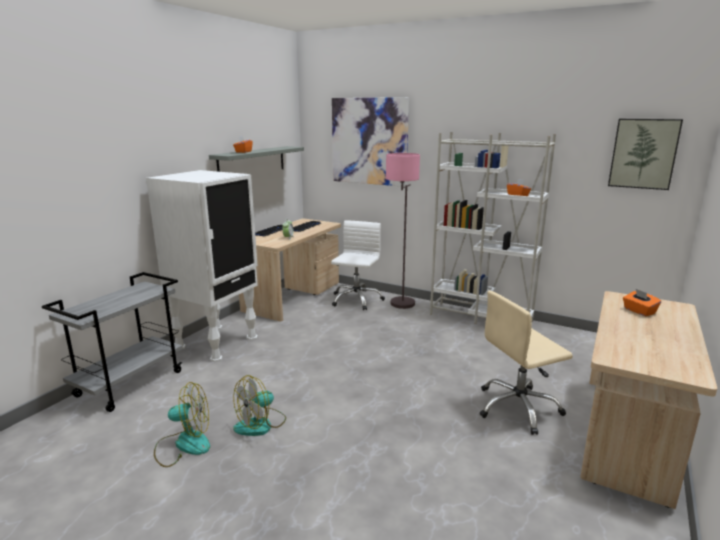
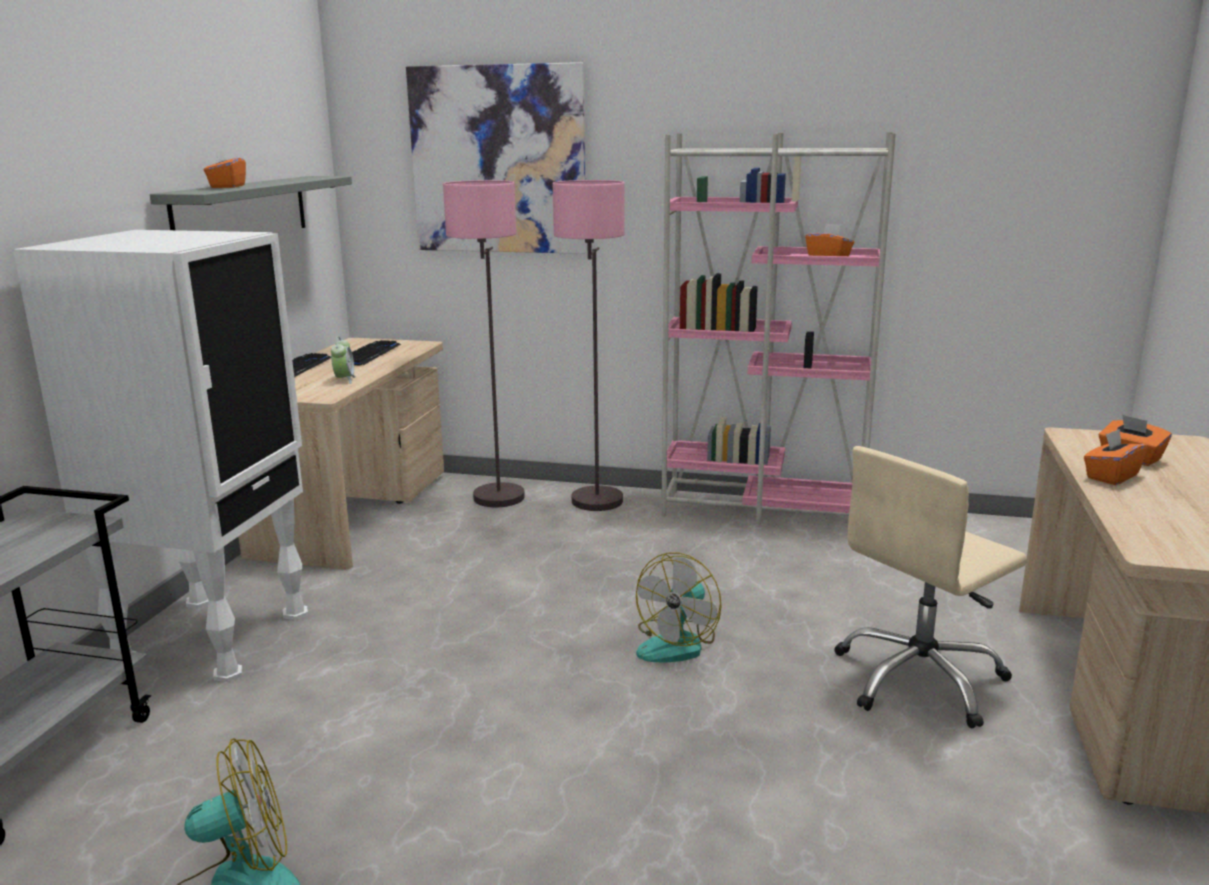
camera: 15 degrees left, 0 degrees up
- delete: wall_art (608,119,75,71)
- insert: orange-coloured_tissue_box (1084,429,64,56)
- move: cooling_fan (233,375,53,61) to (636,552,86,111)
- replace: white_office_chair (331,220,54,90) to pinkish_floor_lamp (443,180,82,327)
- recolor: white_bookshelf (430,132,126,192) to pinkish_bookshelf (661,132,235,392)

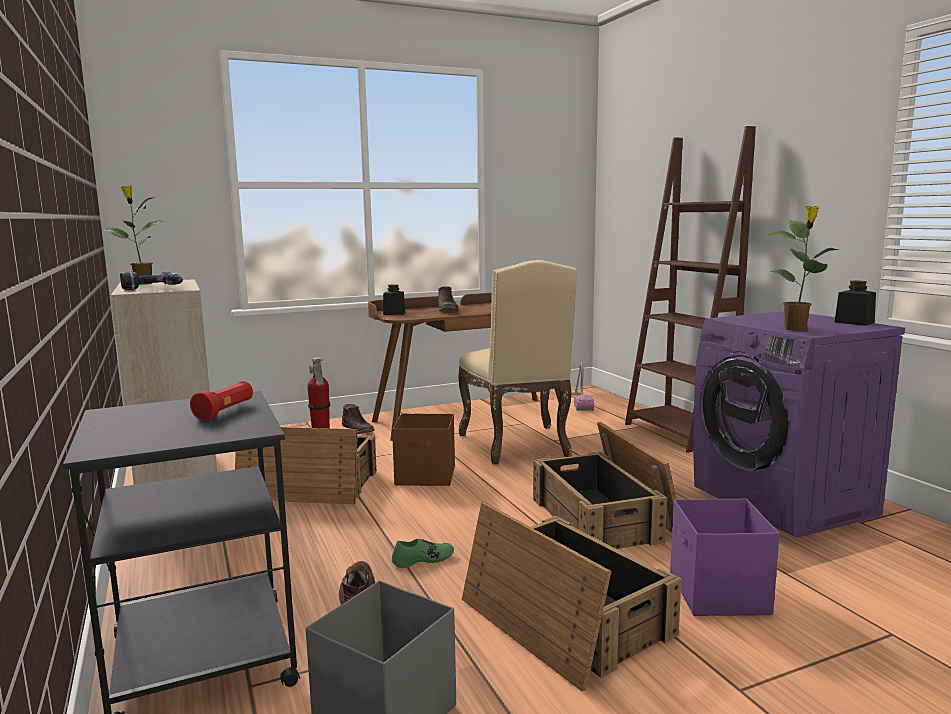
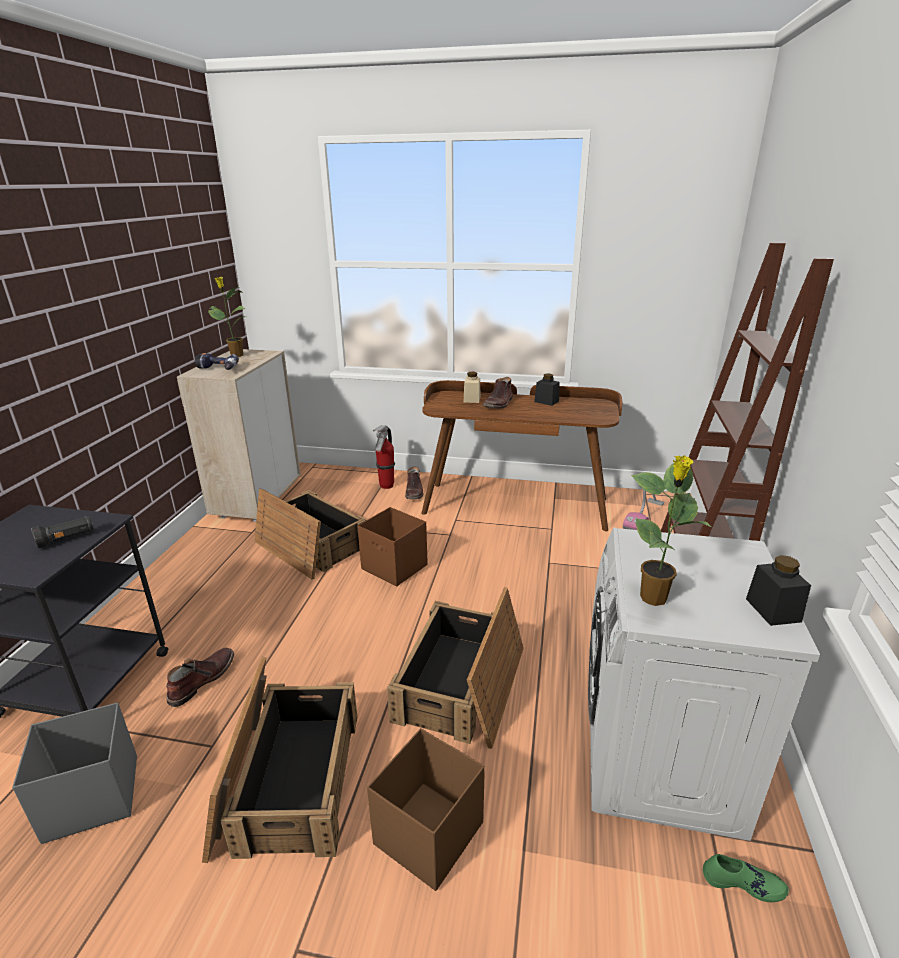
camera: 35 degrees right, 15 degrees up
- delete: sand-coloured_plain_chair (458,260,119,204)
- insert: sand-coloured_preserve_jar (464,372,17,31)
- move: black_preserve_jar (383,284,22,31) to (534,374,26,32)
- move: greenish_low_shoe (392,539,62,29) to (703,854,86,48)
- recolor: red-coloured_torch (190,381,63,40) to black_torch (31,516,63,32)
- recolor: purple_storage_box (670,498,110,118) to brownish_storage_box (367,728,118,163)
- recolor: purple_laundry_appliance (693,311,212,227) to white_laundry_appliance (588,528,232,313)

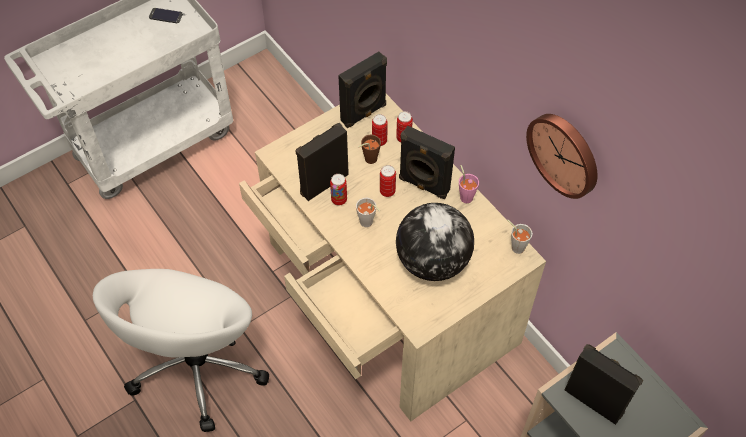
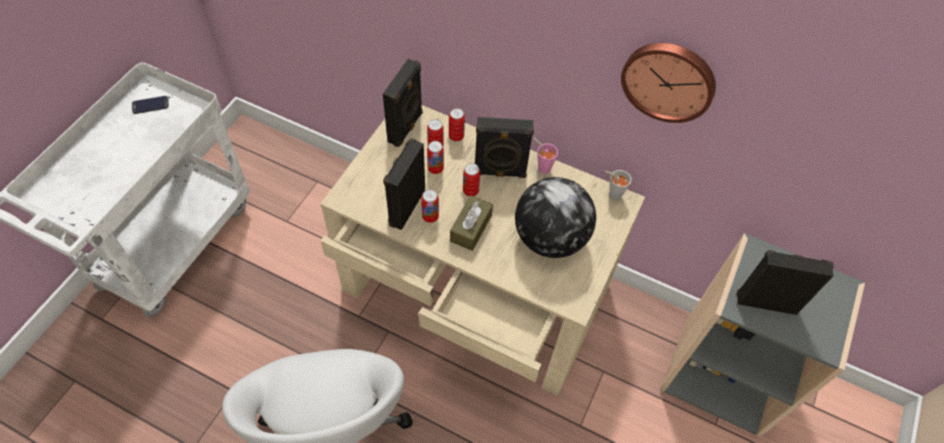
camera: 30 degrees left, 0 degrees up
- replace: greyish_drinking_cup (356,198,24,29) to brownish_tissue_box (450,195,43,56)
- replace: brownish_drinking_cup (358,134,23,30) to can (427,141,17,33)

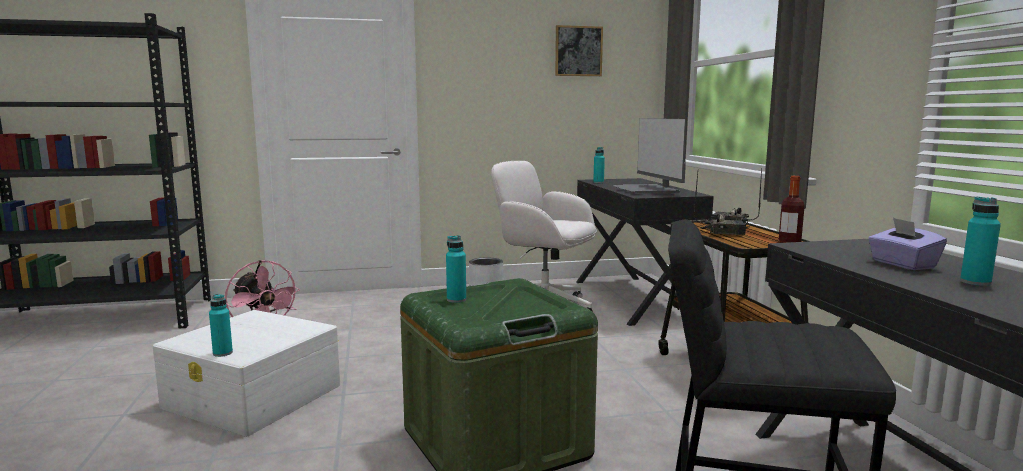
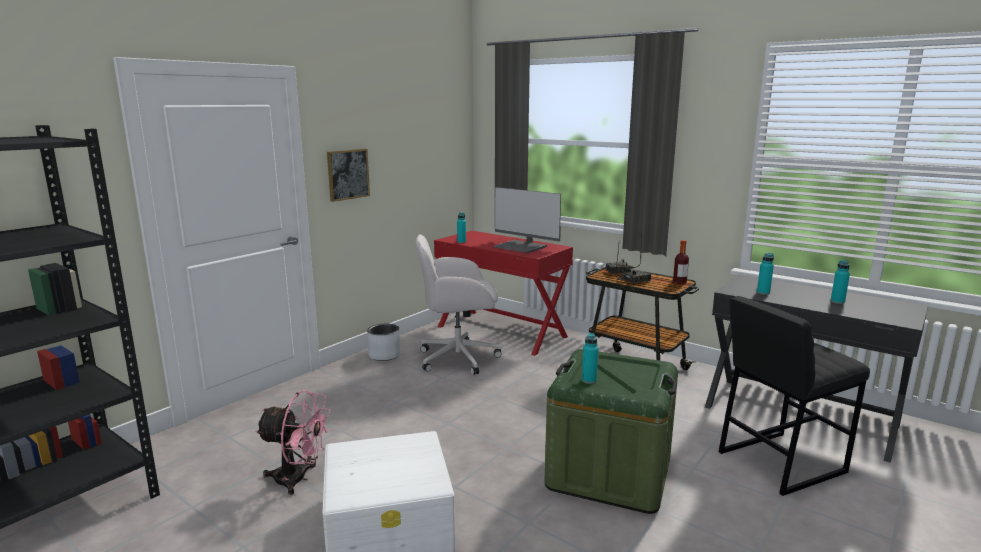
camera: 40 degrees left, 5 degrees up
- delete: purple_tissue_box (868,218,79,52)
- move: turquoise-coloured_beverage_bottle (209,294,24,63) to (757,253,17,42)
- move: wall_art (555,25,48,51) to (327,149,43,53)
- recolor: black_desk_unit (576,178,138,148) to red-coloured_desk_unit (434,231,139,125)

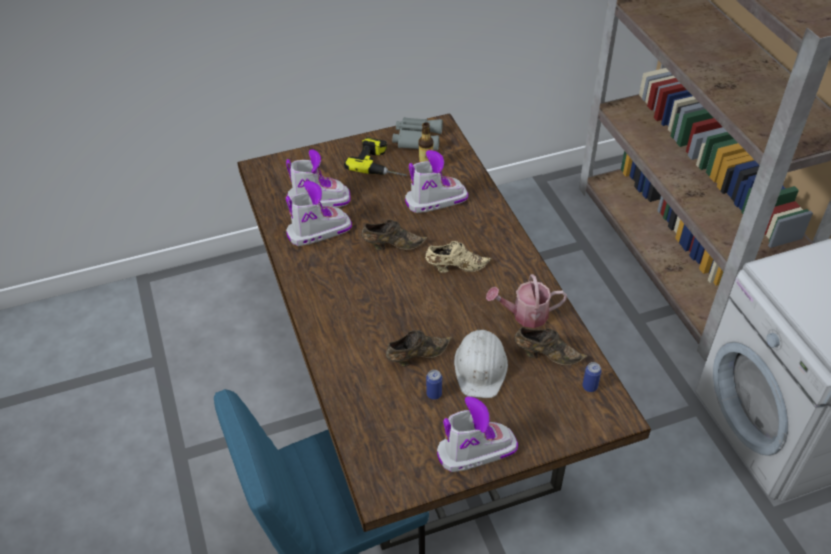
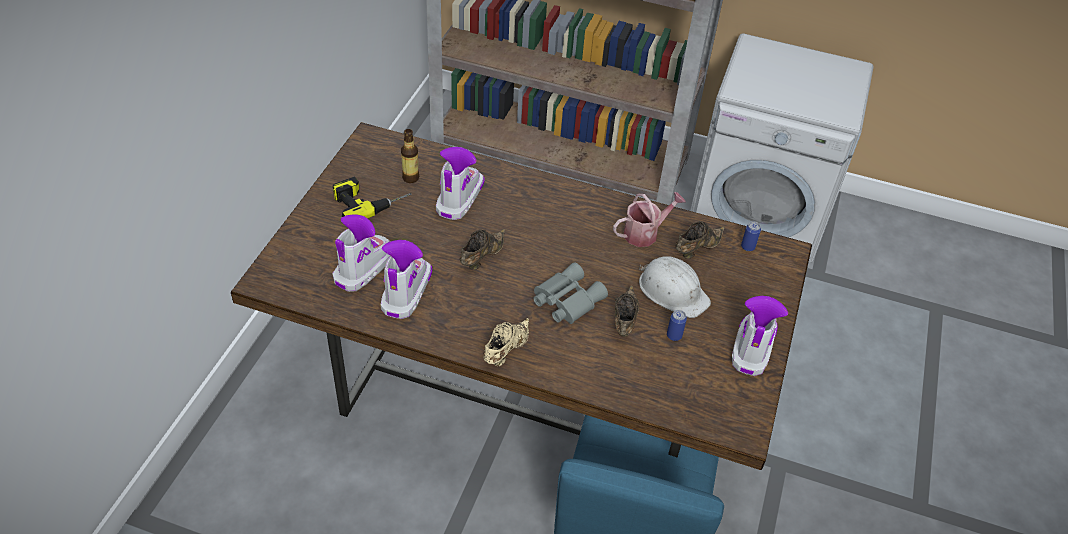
camera: 55 degrees left, 0 degrees up
- move: greyish_field_glasses (392,117,51,33) to (533,263,75,61)
- move: sand-coloured_low_shoe (425,241,67,32) to (483,318,46,48)
- rotate: sprinkling_can (486,274,81,54) = (613,192,73,55) 150 degrees counterclockwise

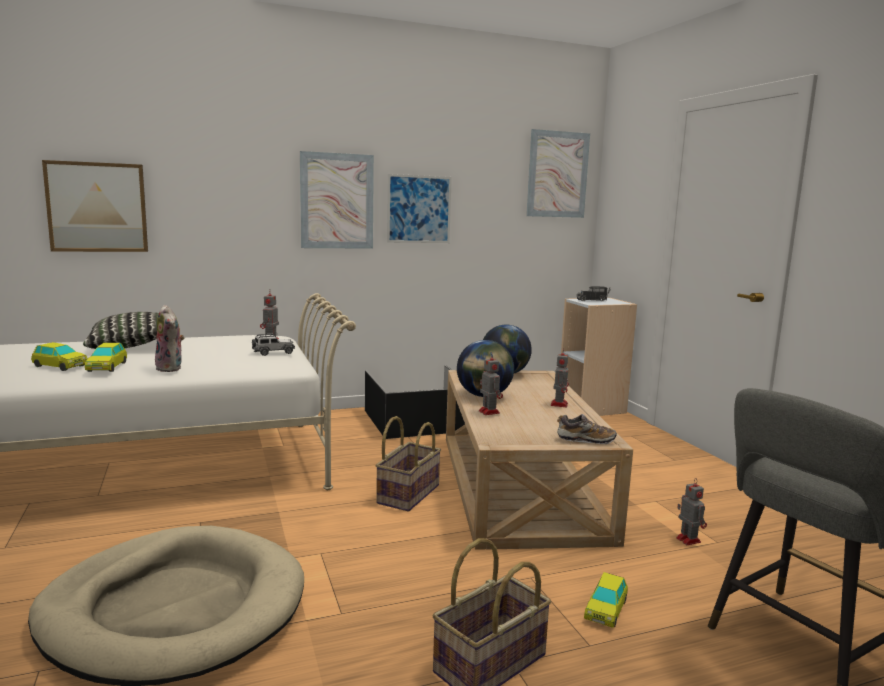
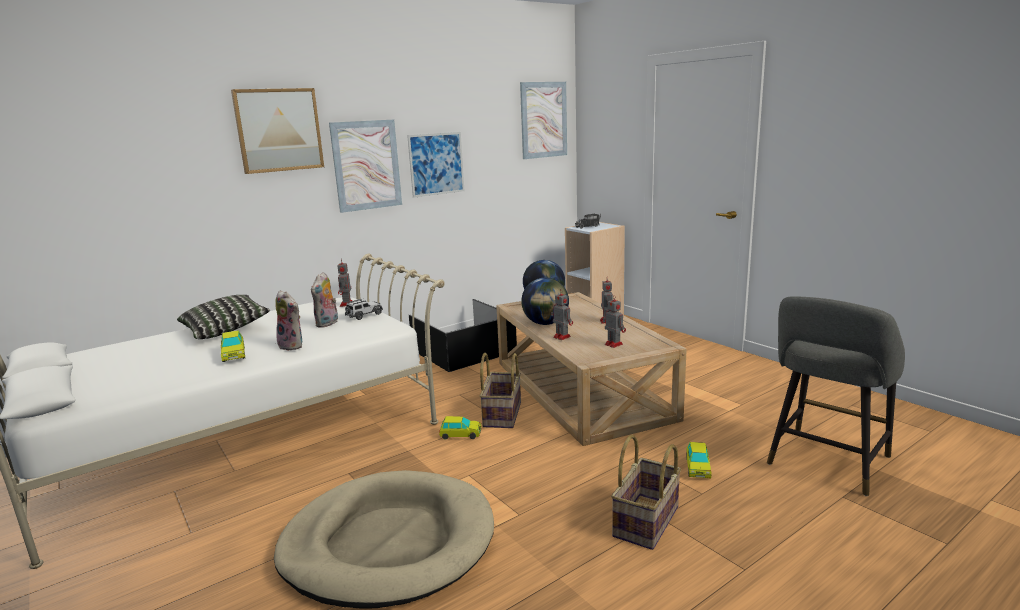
camera: 15 degrees left, 5 degrees up
- delete: low_shoe (557,414,60,30)
- insert: cuddly_toy (311,272,27,56)
- move: toy_car (31,342,57,29) to (439,416,42,23)
- move: wall_art (42,160,106,92) to (231,88,93,86)
- move: robot_figure (676,478,31,67) to (603,295,23,53)

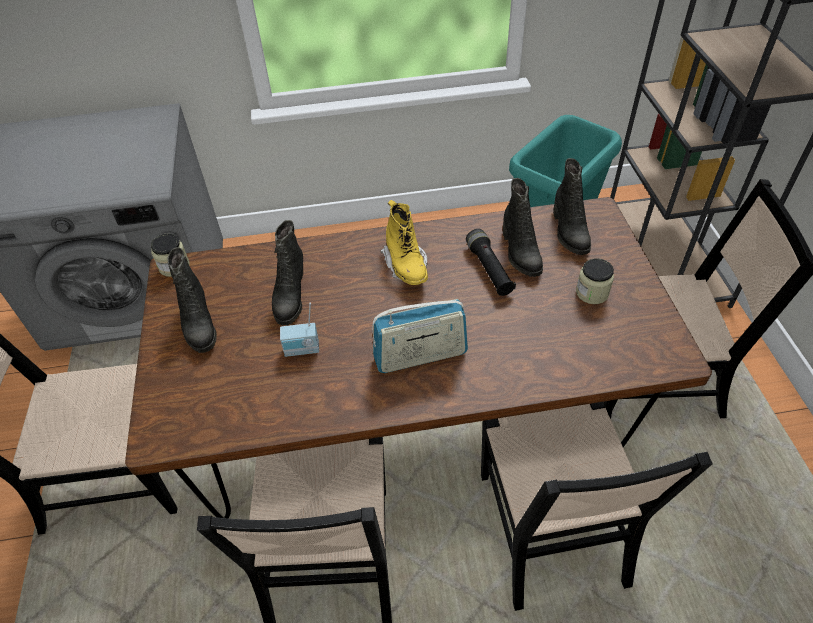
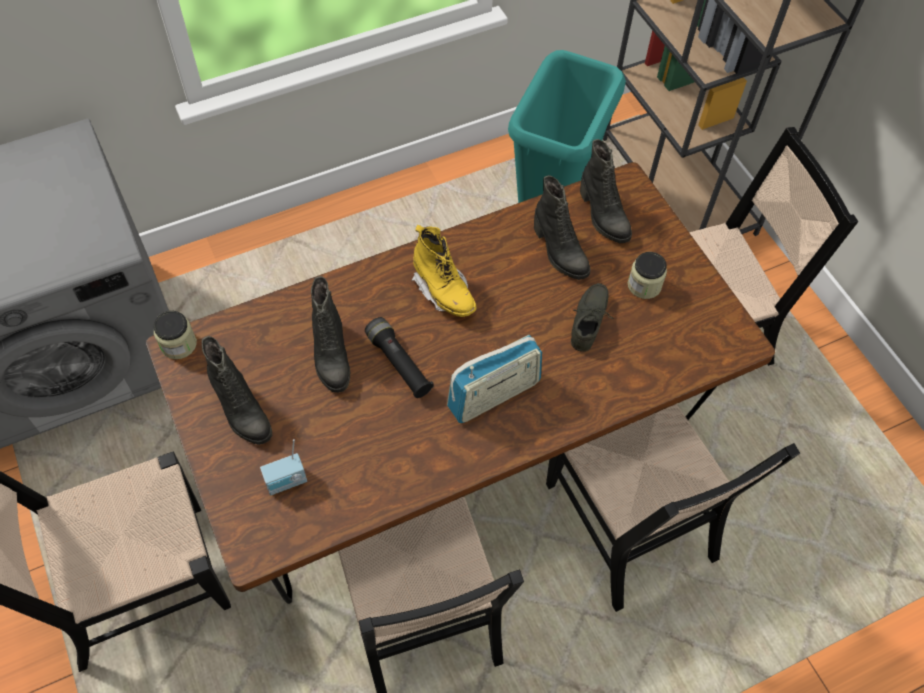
camera: 20 degrees left, 10 degrees up
- insert: greyish_low_shoe (571,283,43,69)
- move: radio_receiver (280,302,39,55) to (260,439,47,56)
- move: black_torch (466,229,50,67) to (365,317,69,81)

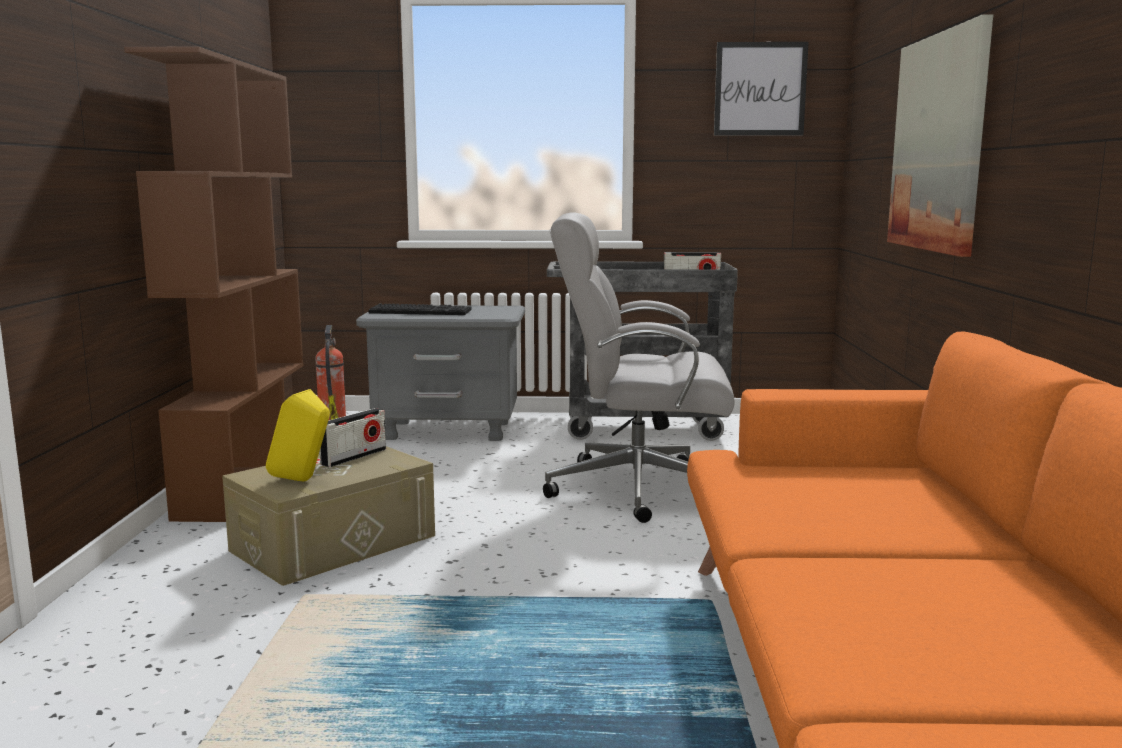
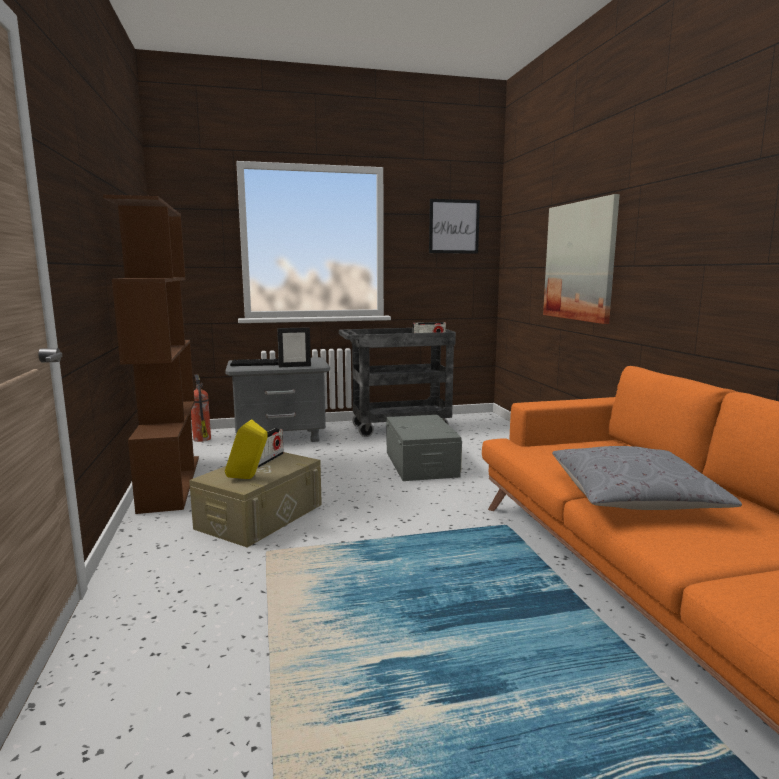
camera: 15 degrees left, 0 degrees up
- insert: photo_frame (277,327,34,40)
- insert: greyish_throw_pillow (552,446,190,64)
- replace: greyish_office_chair (543,212,192,311) to greyish_storage_box (386,415,76,66)

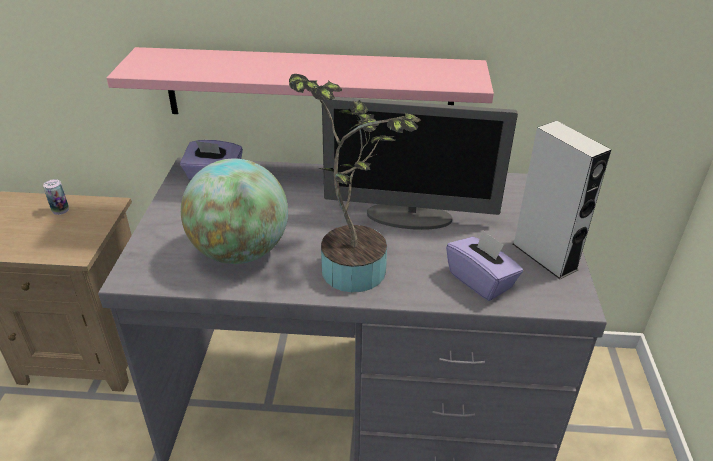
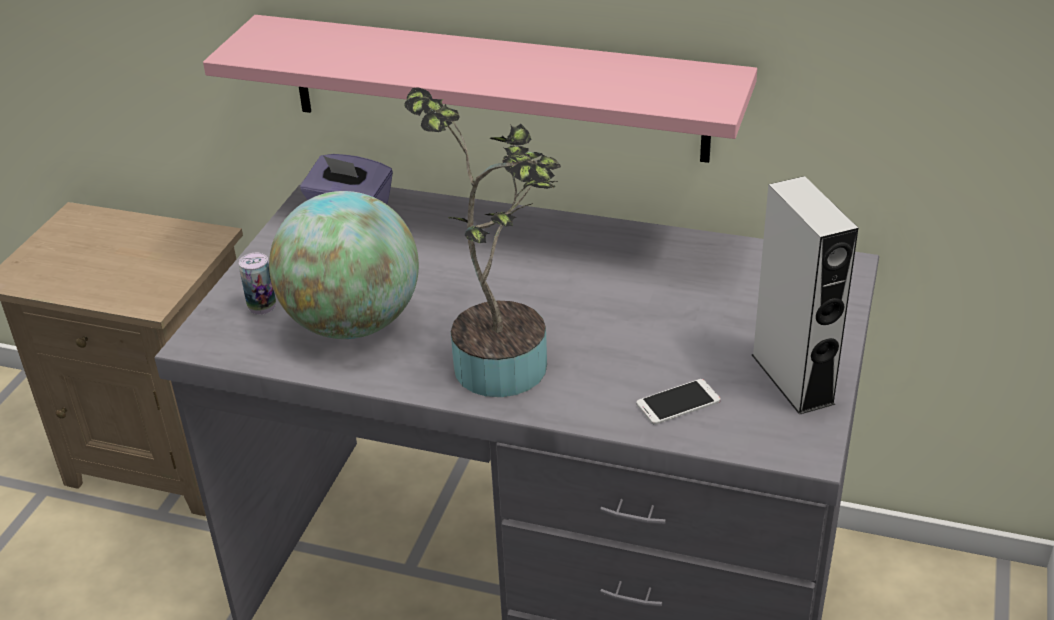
camera: 15 degrees right, 0 degrees up
- delete: monitor (322,97,196,133)
- move: can (43,179,26,36) to (239,253,37,62)
- replace: purple_tissue_box (446,230,77,71) to phone (636,379,85,46)

